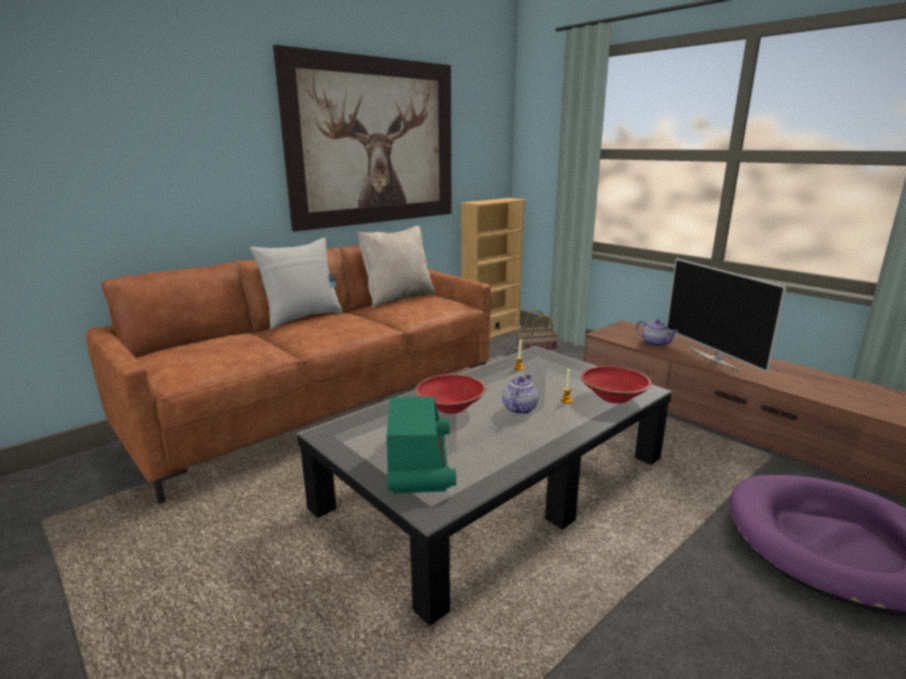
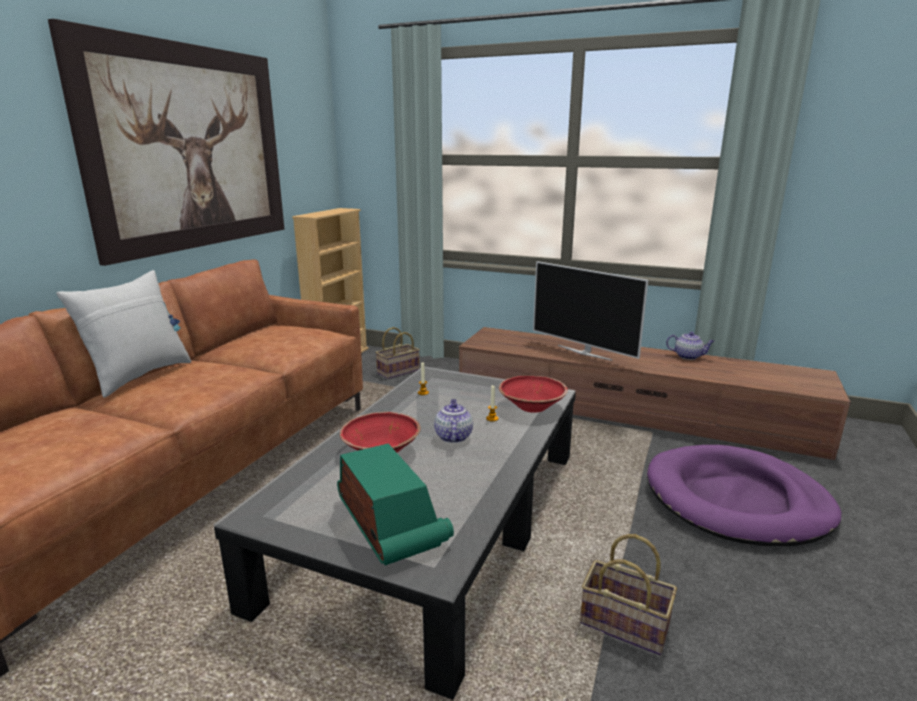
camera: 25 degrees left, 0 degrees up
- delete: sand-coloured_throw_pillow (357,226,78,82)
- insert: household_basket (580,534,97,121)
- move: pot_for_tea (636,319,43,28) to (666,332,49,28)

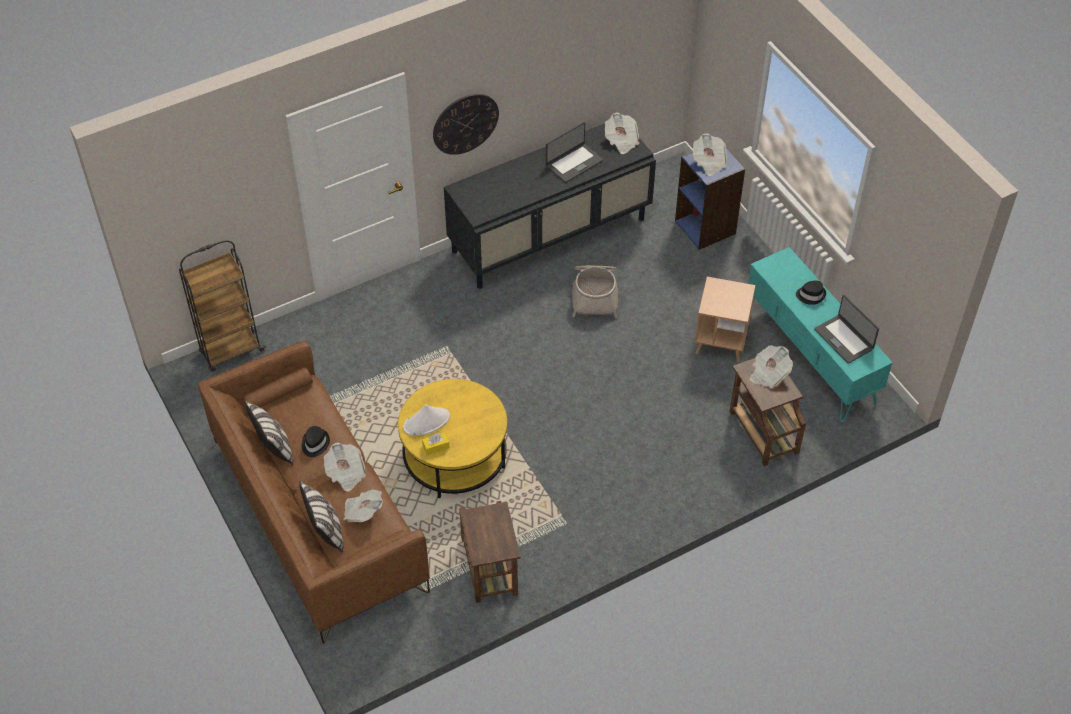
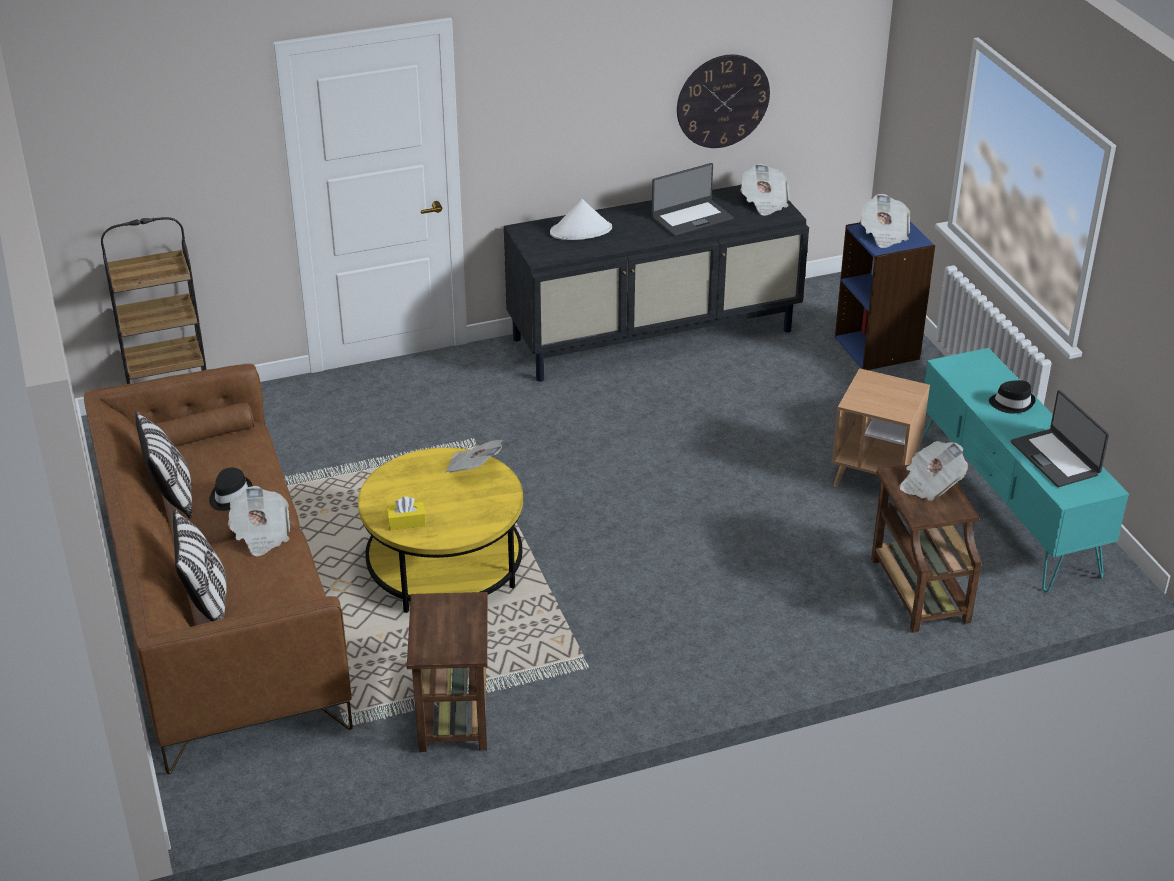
camera: 10 degrees right, 15 degrees down
- delete: household_basket (572,266,46,52)
- move: printed_paper (343,489,40,33) to (445,440,58,33)
- move: white_hat (403,405,47,31) to (550,199,62,41)
- move: hanging_clock (433,94,66,61) to (677,55,93,93)

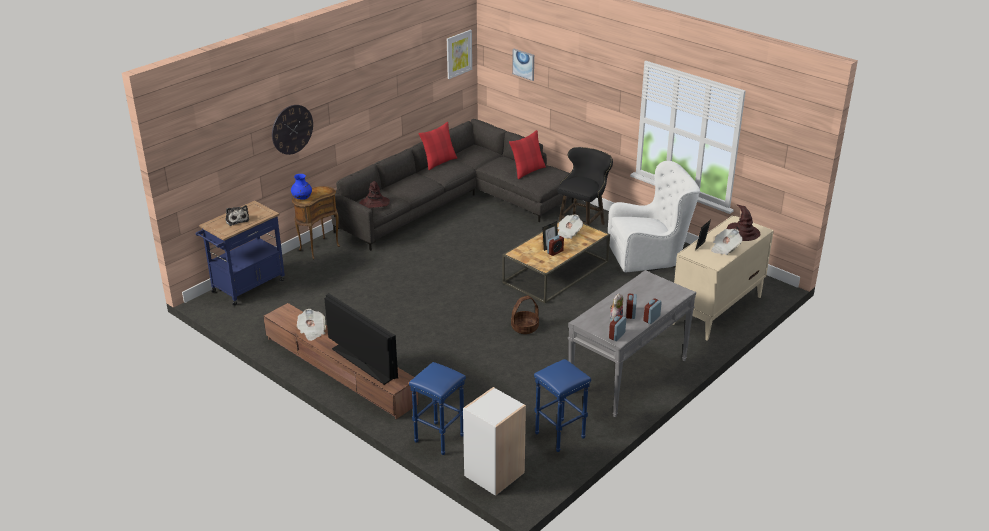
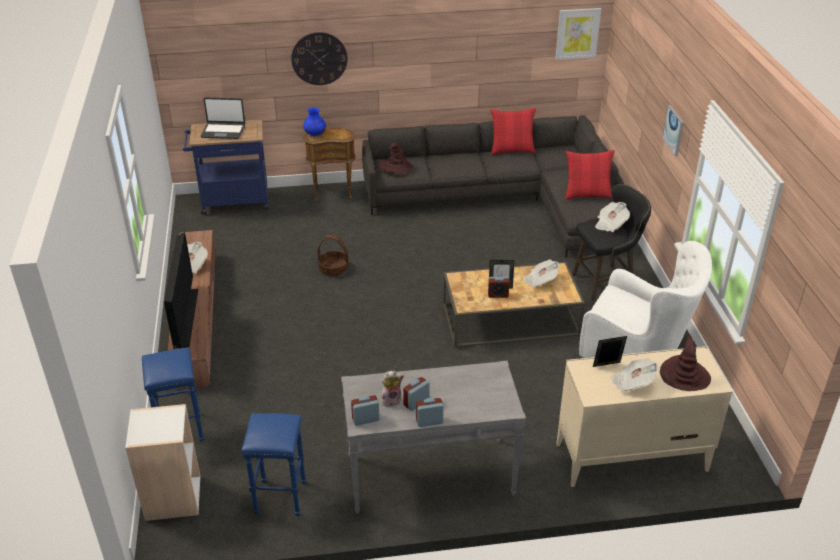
camera: 40 degrees right, 5 degrees up
- insert: printed_paper (595,202,35,30)
- move: household_basket (511,295,28,39) to (318,235,31,41)
- move: wall_art (512,49,22,32) to (662,105,22,51)
- replace: cuddly_toy (225,205,24,21) to notebook_computer (201,98,44,41)

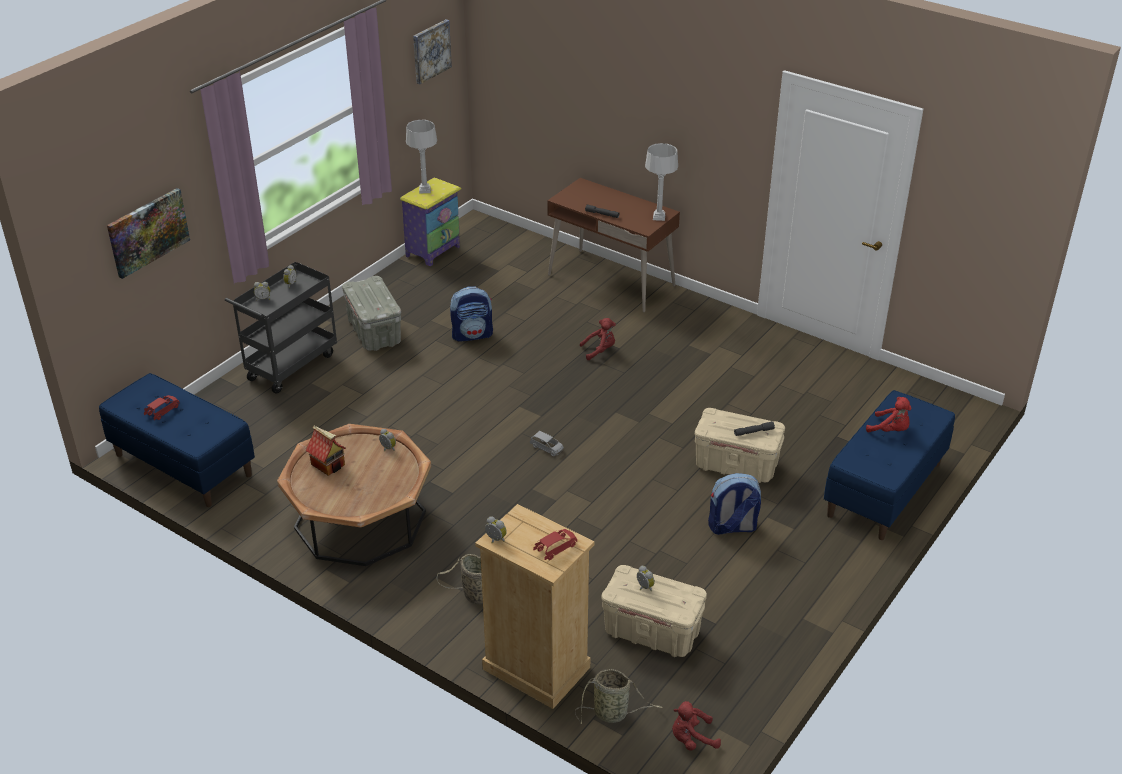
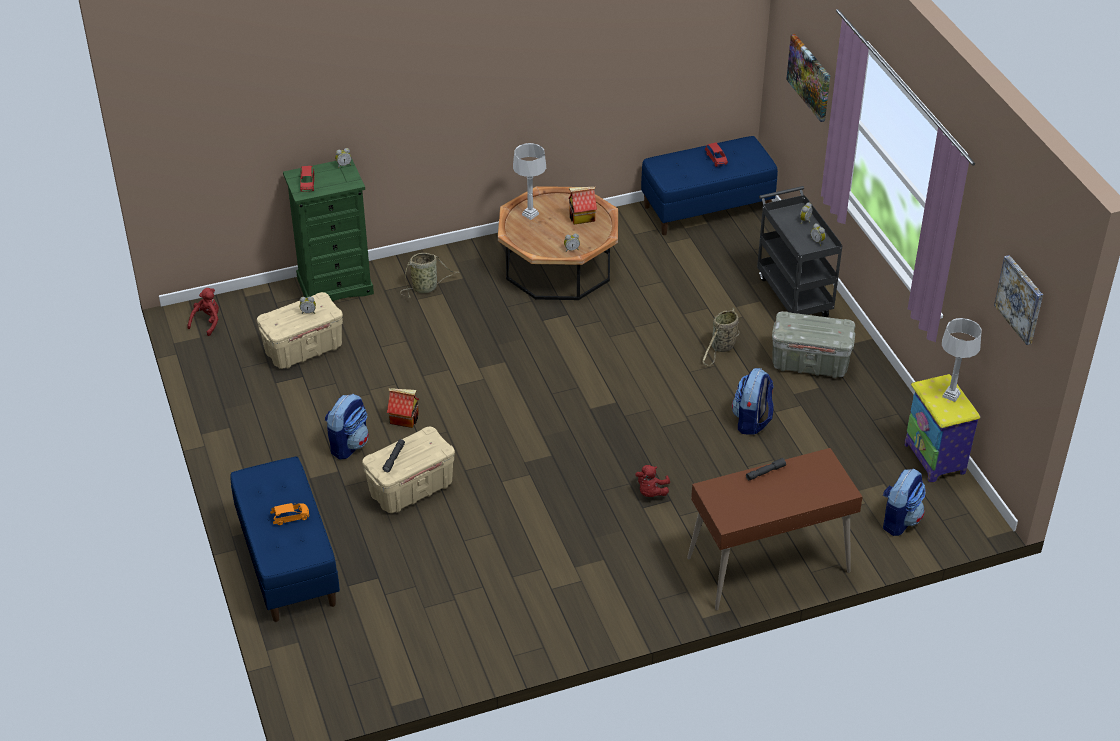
camera: 125 degrees right, 5 degrees up
- delete: greyish_toy_car (530,431,34,25)
- insert: toy_house (387,388,32,40)
- insert: rucksack (883,468,43,68)
- move: household_basket (575,669,88,55) to (702,307,37,59)
- move: greyish_lamp_for_a_table (645,143,33,78) to (513,143,33,77)
- replace: red-coloured_cuddly_toy (866,397,46,35) to orange-coloured_toy_car (270,503,39,22)
- recolor: sand-coloured_dresser (475,504,119,205) to greenish_dresser (283,159,91,142)

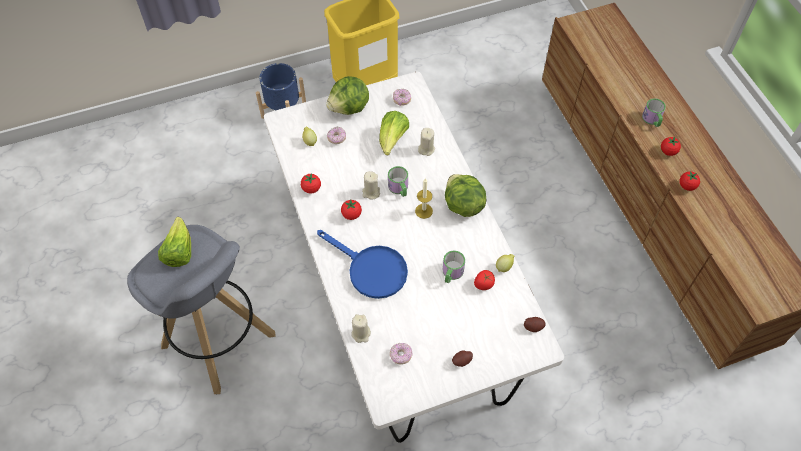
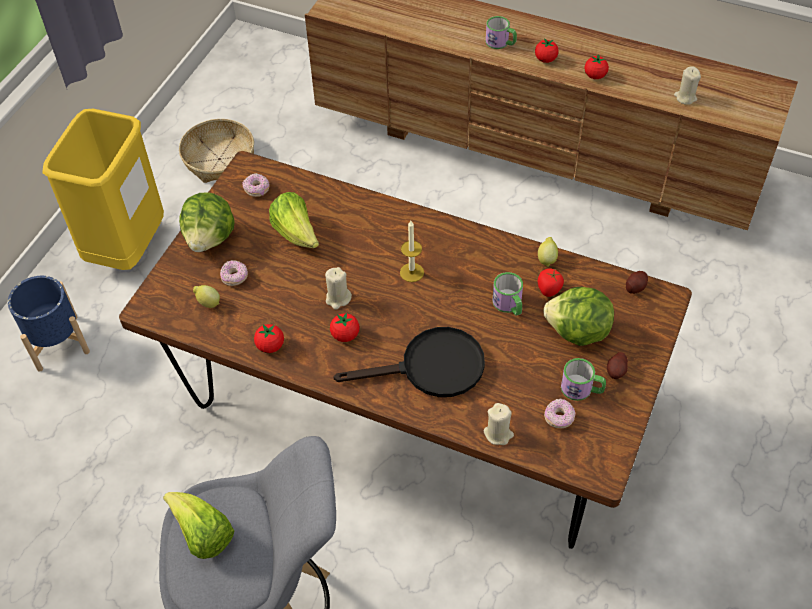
camera: 45 degrees left, 5 degrees down
- insert: household_basket (179,119,75,64)
- move: tea_mug (388,166,20,31) to (561,358,45,43)
- move: sand-coloured_wax_light (418,128,17,28) to (674,66,27,39)
- move: head_of_lettuce (445,174,41,43) to (543,287,71,59)
- recolor: white_dinner_table (264,72,300,371) to brownish_dinner_table (119,151,573,398)
- recolor: blue_pan (317,230,91,69) to black_pan (333,327,152,70)

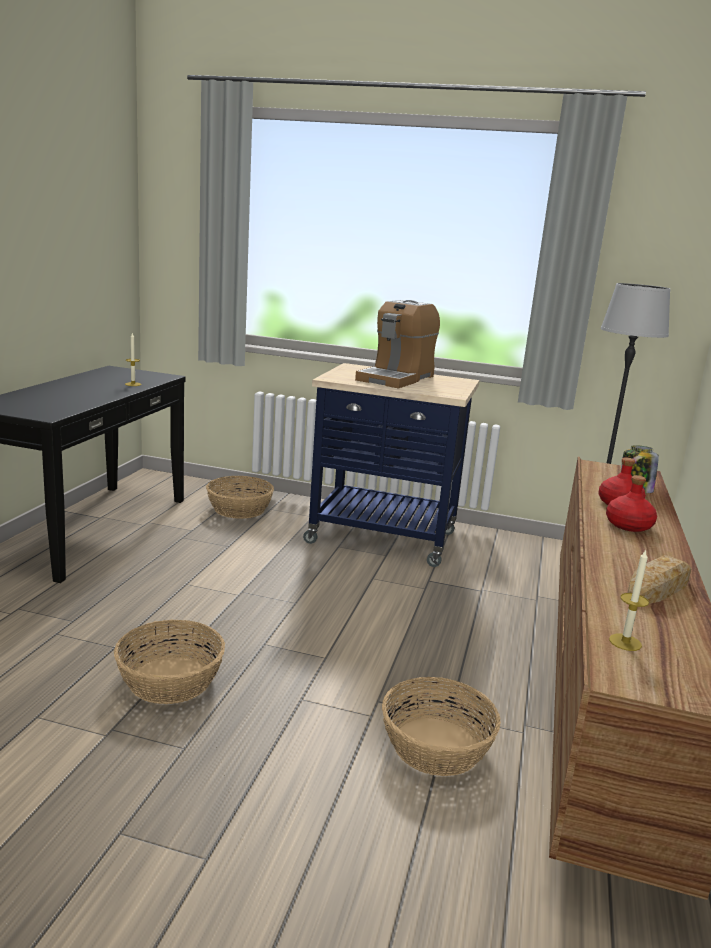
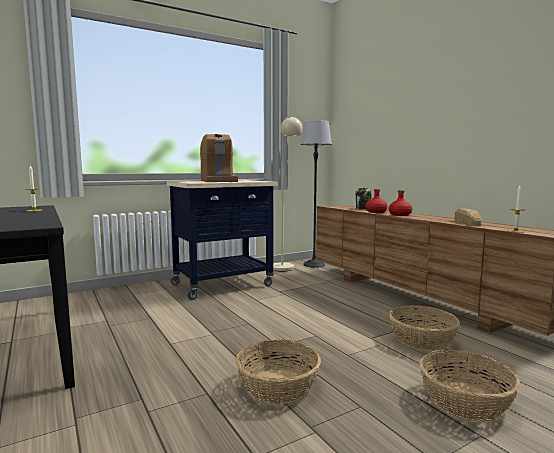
camera: 45 degrees left, 10 degrees down
- insert: sand-coloured_floor_lamp (273,115,30,156)
- move: household_basket (206,476,68,43) to (419,350,101,71)

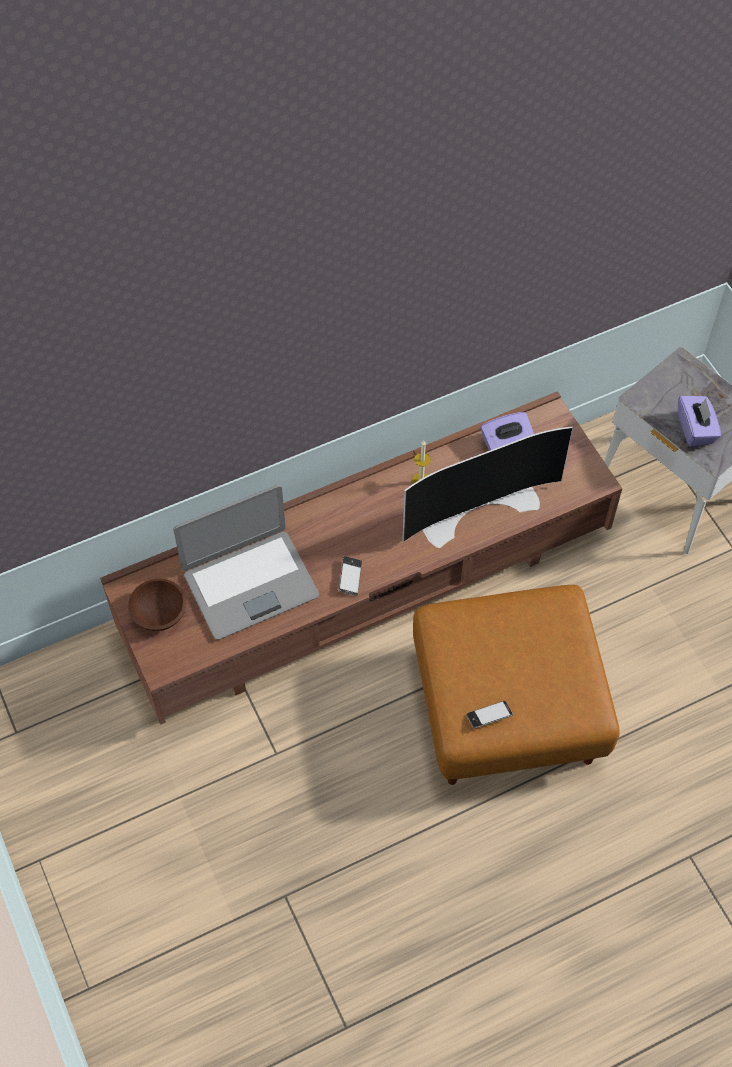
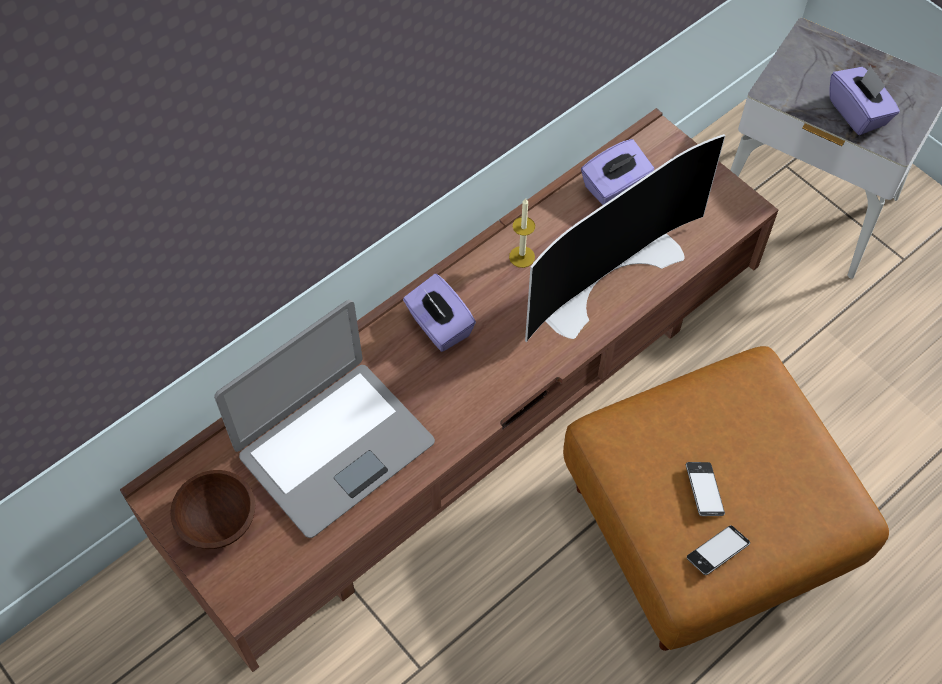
camera: 15 degrees left, 0 degrees up
- insert: purple_tissue_box (403,274,73,78)
- move: phone (339,556,23,40) to (686,462,39,54)

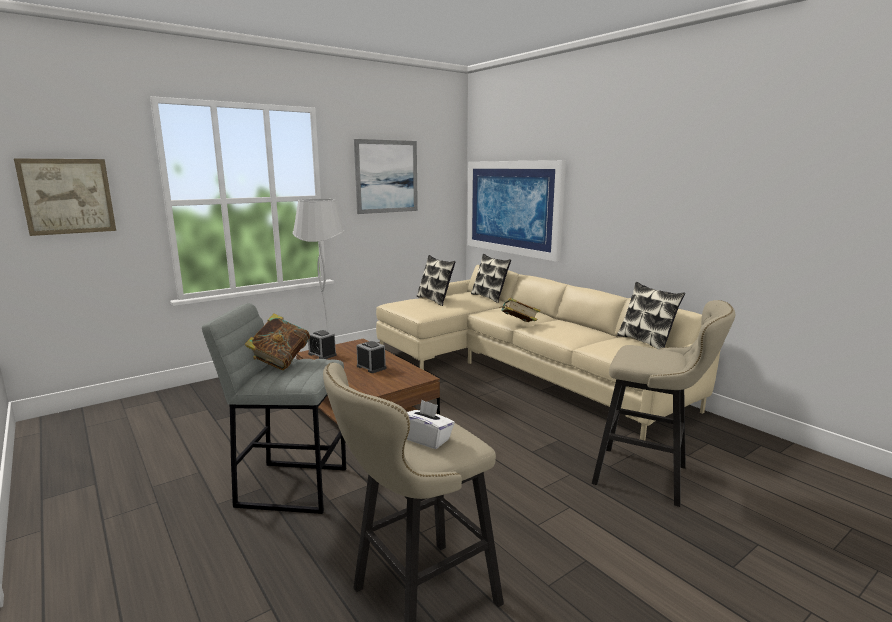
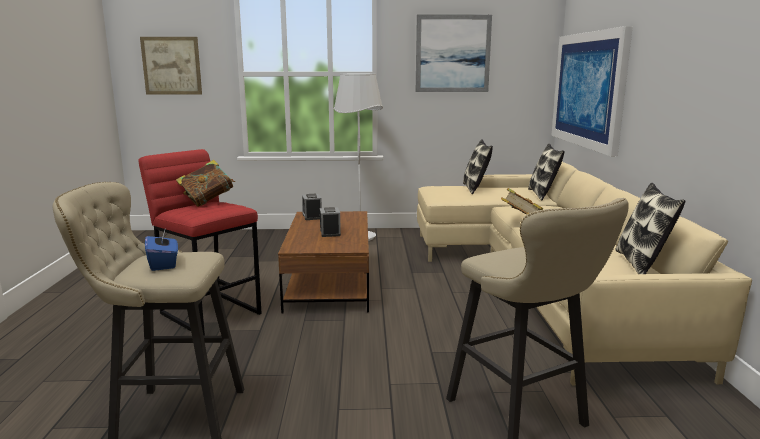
camera: 35 degrees right, 0 degrees up
- recolor: greyish_stool (202,303,144,211) to red-coloured_stool (139,149,123,187)
- recolor: white_tissue_box (407,400,48,49) to blue_tissue_box (145,230,33,41)

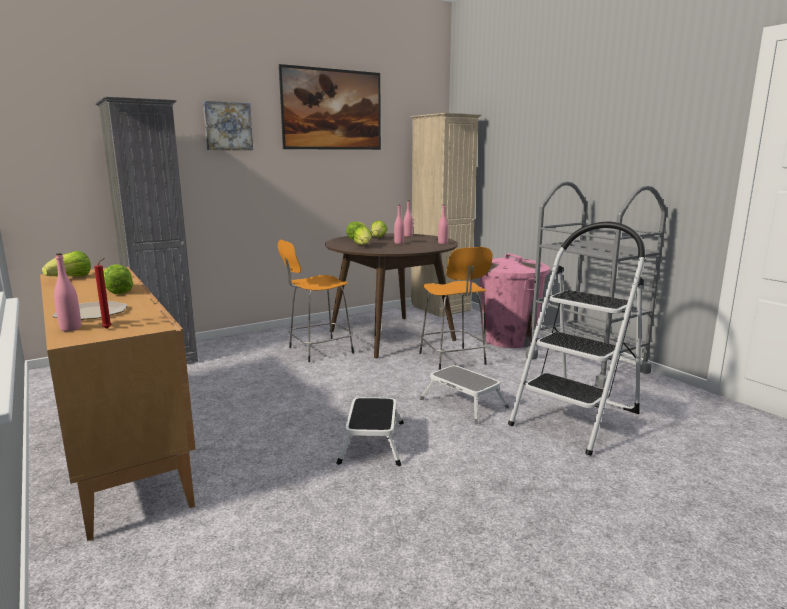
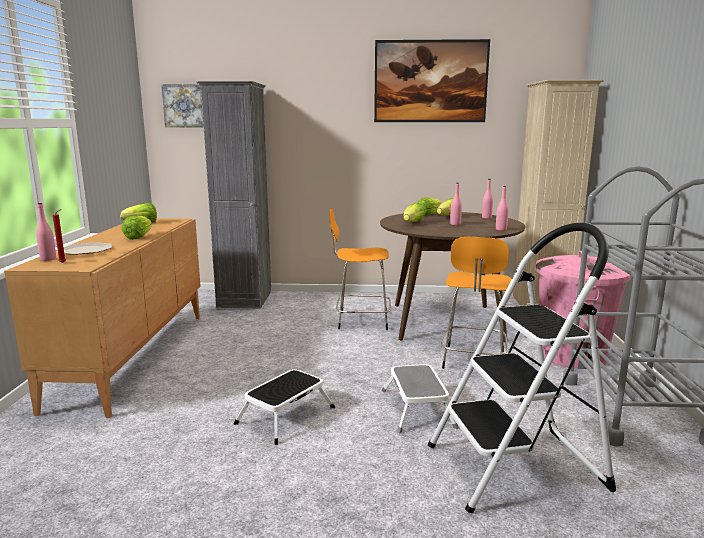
camera: 35 degrees right, 0 degrees up
- move: wall_art (203,101,50,49) to (161,84,43,44)

